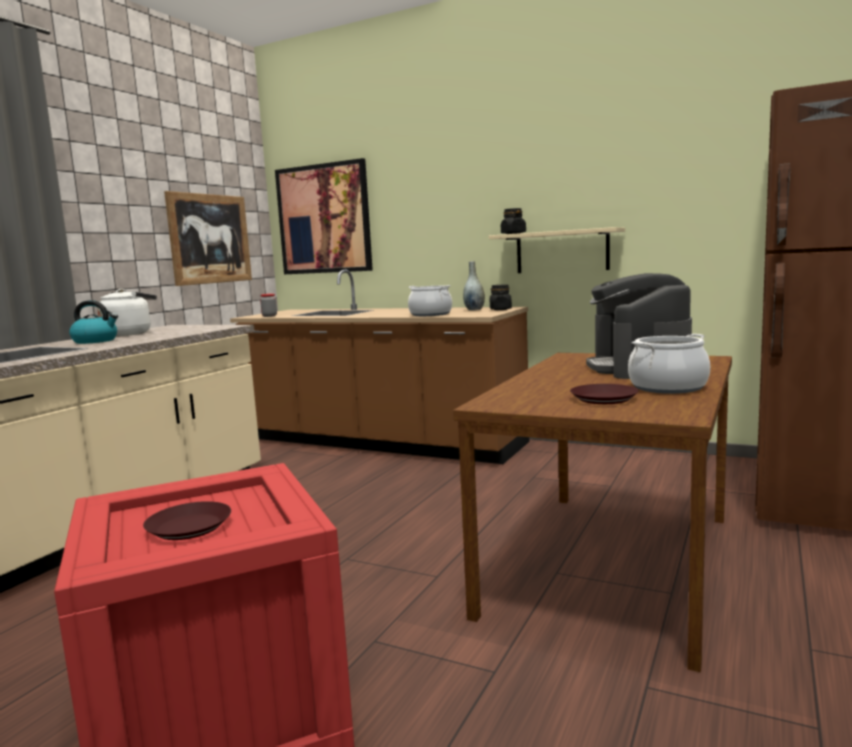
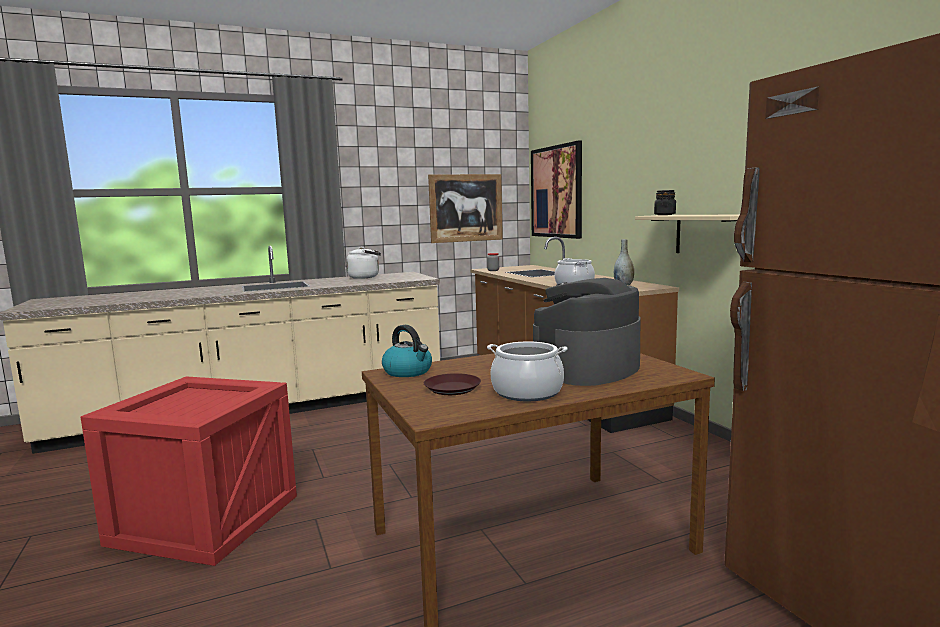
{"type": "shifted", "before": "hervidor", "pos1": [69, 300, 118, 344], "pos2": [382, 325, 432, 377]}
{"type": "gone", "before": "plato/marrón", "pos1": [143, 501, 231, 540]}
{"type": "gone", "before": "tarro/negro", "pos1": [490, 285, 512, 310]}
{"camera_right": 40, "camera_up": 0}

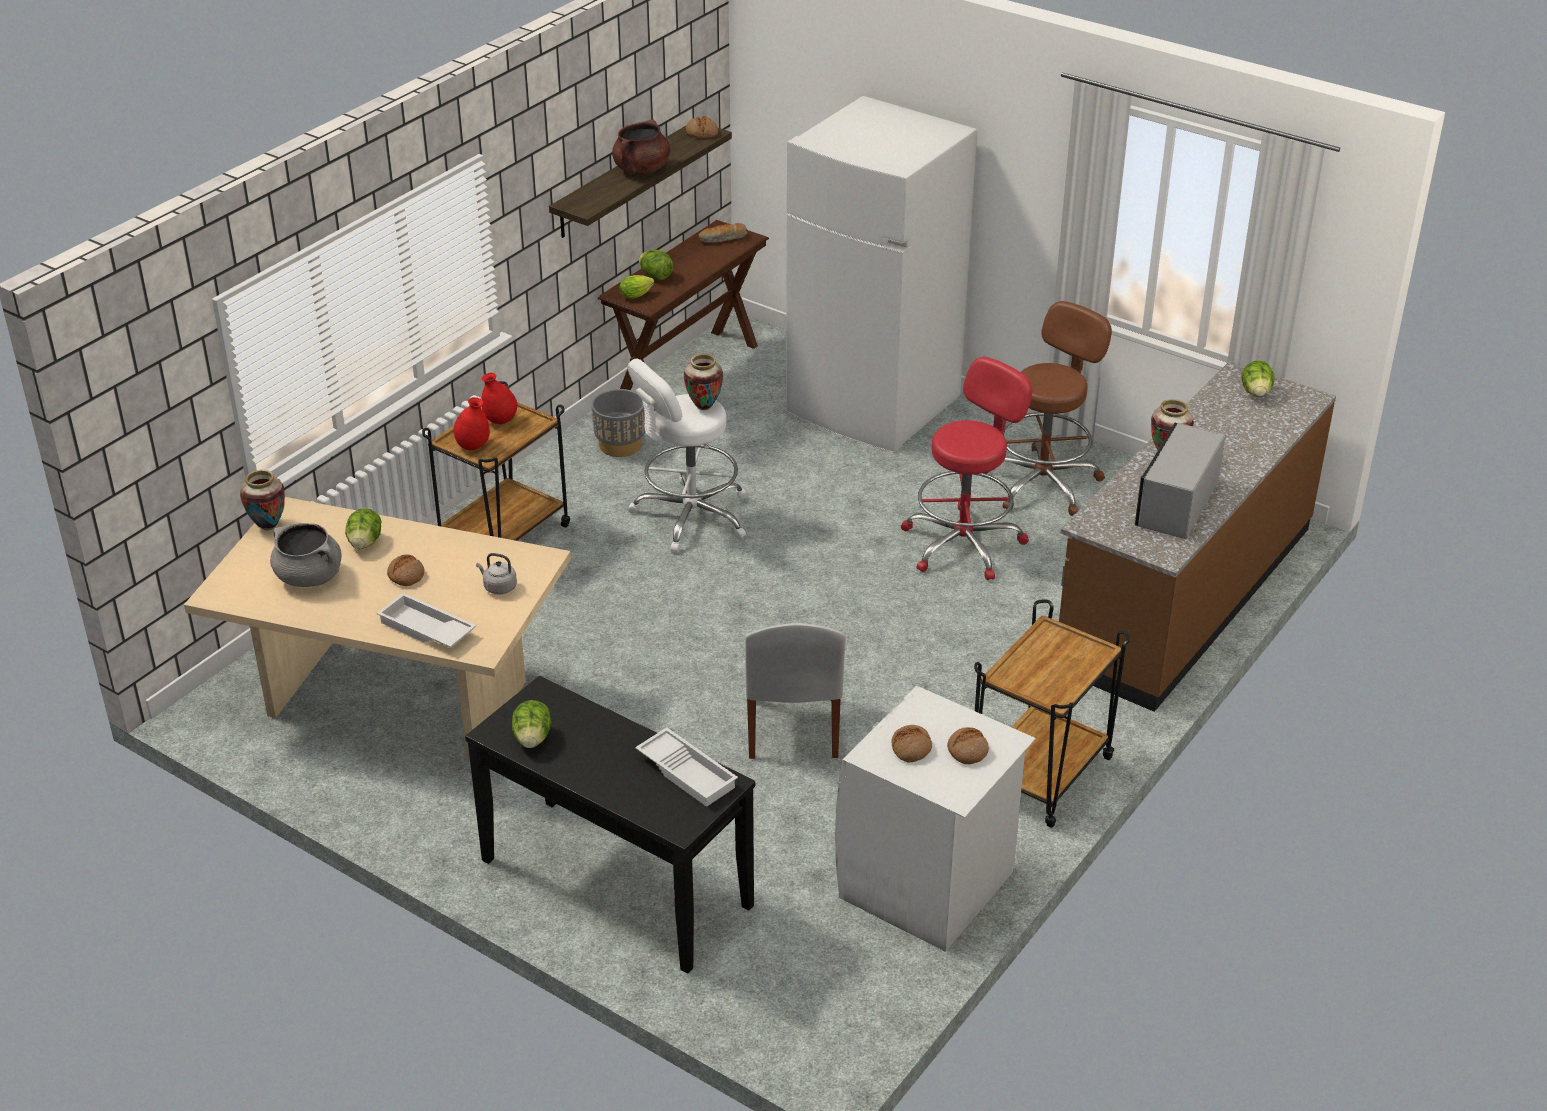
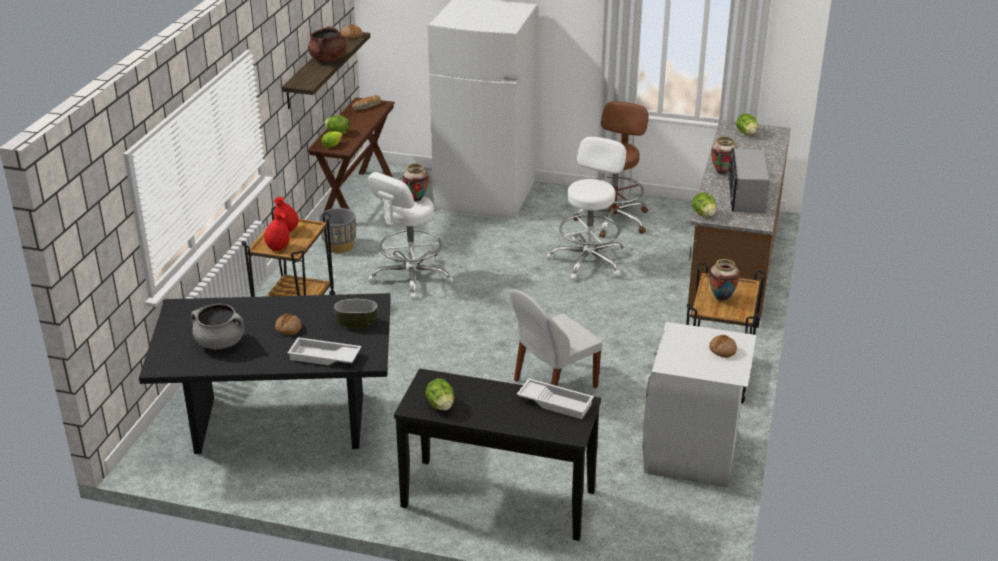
{"type": "repainted", "before": "mesa de comedor/beis", "after": "mesa de comedor/negro", "pos1": [184, 497, 571, 760], "pos2": [139, 293, 391, 454]}
{"type": "swapped", "before": "hervidor/gris", "after": "cuenco", "pos1": [476, 553, 517, 595], "pos2": [334, 299, 378, 329]}
{"type": "rotated", "before": "silla/blanco", "pos1": [745, 623, 846, 759], "pos2": [509, 289, 602, 388], "turn": 75}
{"type": "repainted", "before": "taburete/rojo", "after": "taburete/blanco", "pos1": [901, 357, 1033, 580], "pos2": [546, 137, 627, 281]}
{"type": "shifted", "before": "lechuga", "pos1": [345, 508, 381, 549], "pos2": [692, 192, 716, 217]}
{"type": "shifted", "before": "florero", "pos1": [240, 470, 285, 530], "pos2": [709, 259, 740, 302]}
{"type": "gone", "before": "pan", "pos1": [891, 725, 932, 762]}
{"camera_right": -20, "camera_up": -5}

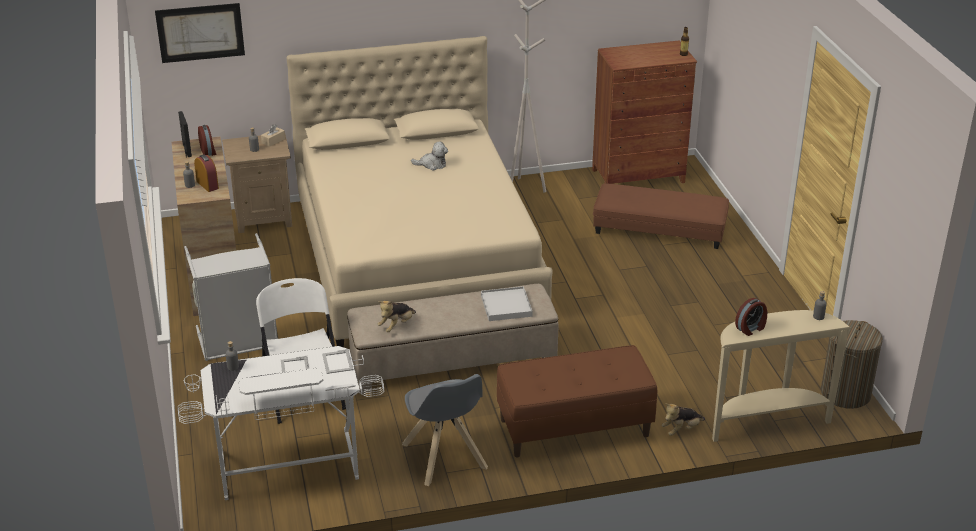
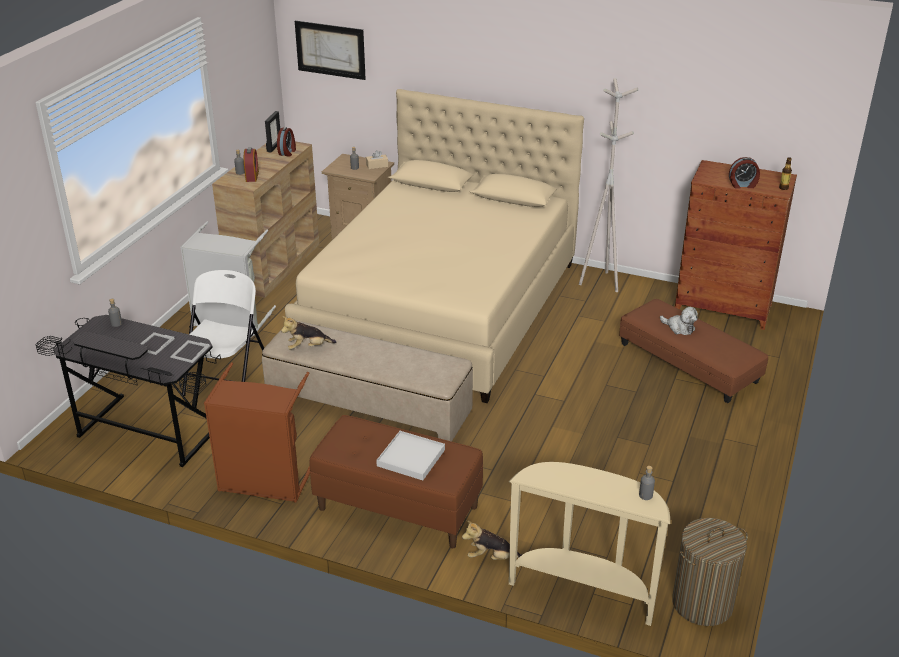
{"type": "repainted", "before": "escritorio/blanco", "after": "escritorio/negro", "pos1": [178, 346, 384, 500], "pos2": [36, 315, 221, 467]}
{"type": "swapped", "before": "silla/gris", "after": "cesto de la ropa/marrón", "pos1": [402, 374, 488, 486], "pos2": [204, 362, 310, 503]}
{"type": "shifted", "before": "bandeja/blanco", "pos1": [481, 286, 533, 321], "pos2": [376, 431, 445, 480]}
{"type": "shifted", "before": "peluche", "pos1": [411, 141, 448, 170], "pos2": [660, 307, 698, 335]}
{"type": "shifted", "before": "despertador", "pos1": [735, 298, 767, 336], "pos2": [729, 157, 760, 188]}
{"camera_right": 35, "camera_up": 0}

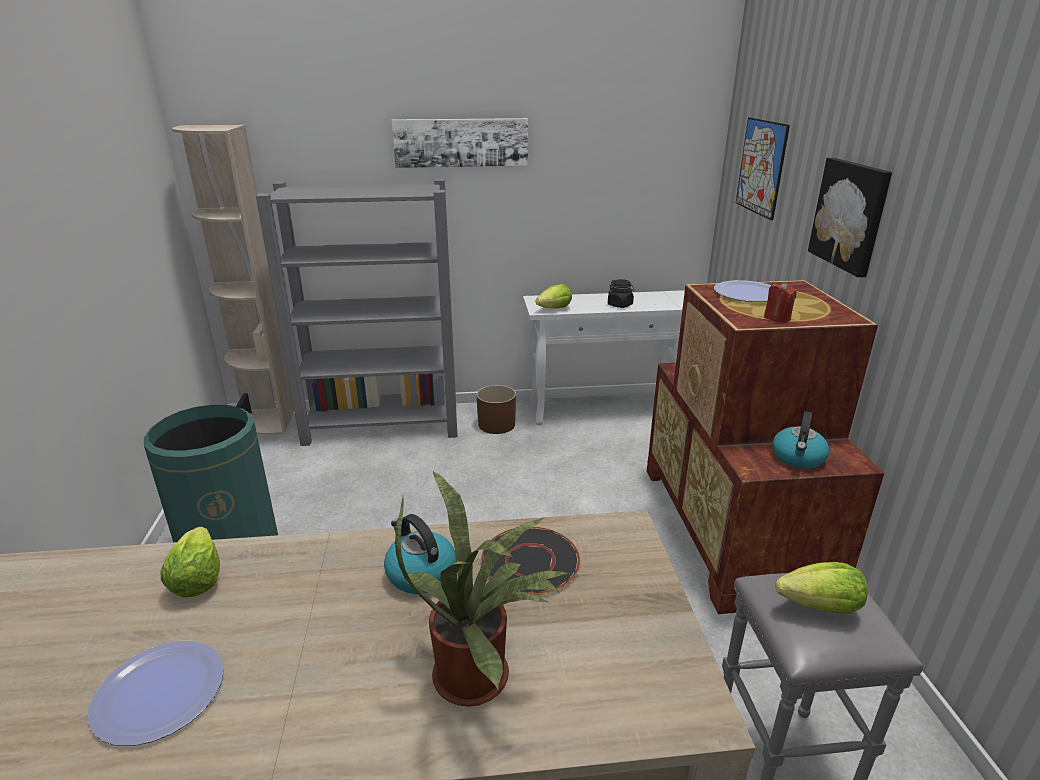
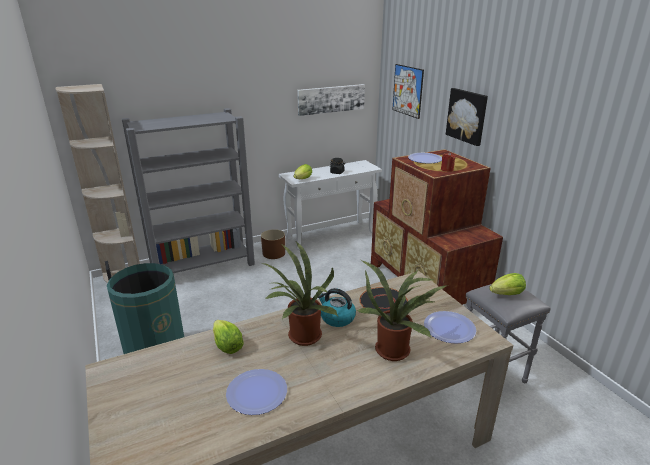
{"type": "new", "after": "planta en maceta", "pos2": [261, 241, 338, 346]}
{"type": "shifted", "before": "cuadro", "pos1": [391, 118, 528, 168], "pos2": [297, 84, 365, 116]}
{"type": "new", "after": "plato", "pos2": [424, 311, 476, 344]}
{"type": "gone", "before": "hervidor", "pos1": [773, 411, 829, 469]}
{"camera_right": -20, "camera_up": 0}

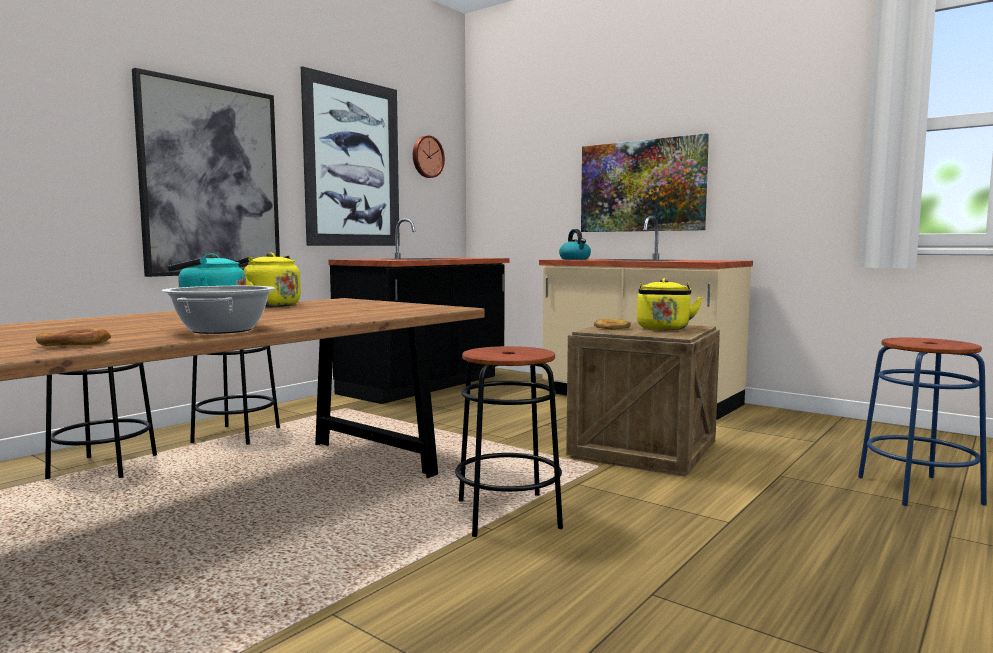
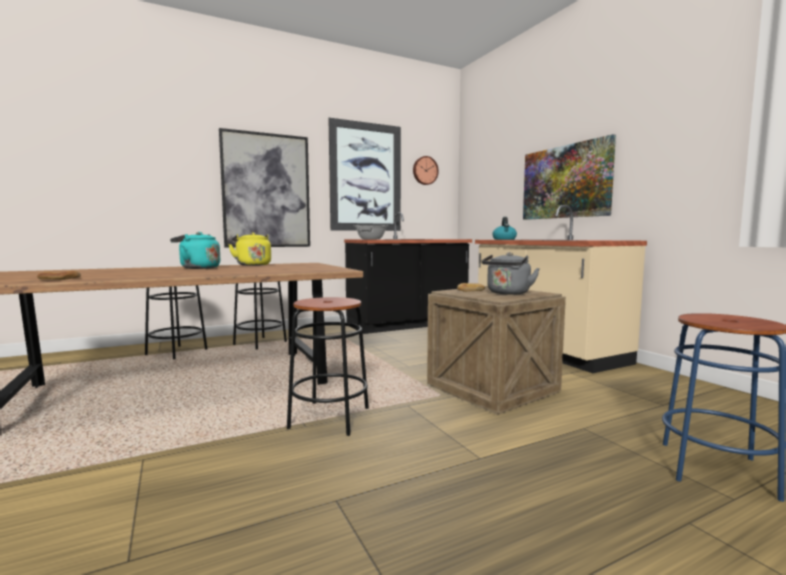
{"type": "shifted", "before": "olla", "pos1": [162, 286, 276, 334], "pos2": [354, 225, 388, 239]}
{"type": "repainted", "before": "hervidor/amarillo", "after": "hervidor/gris", "pos1": [637, 278, 702, 330], "pos2": [482, 252, 540, 295]}
{"camera_right": 25, "camera_up": 0}

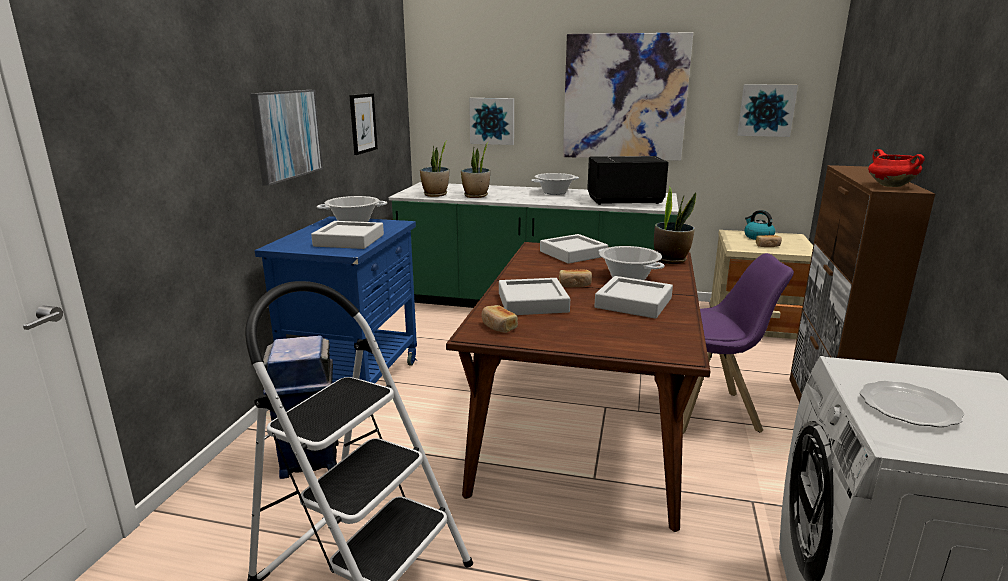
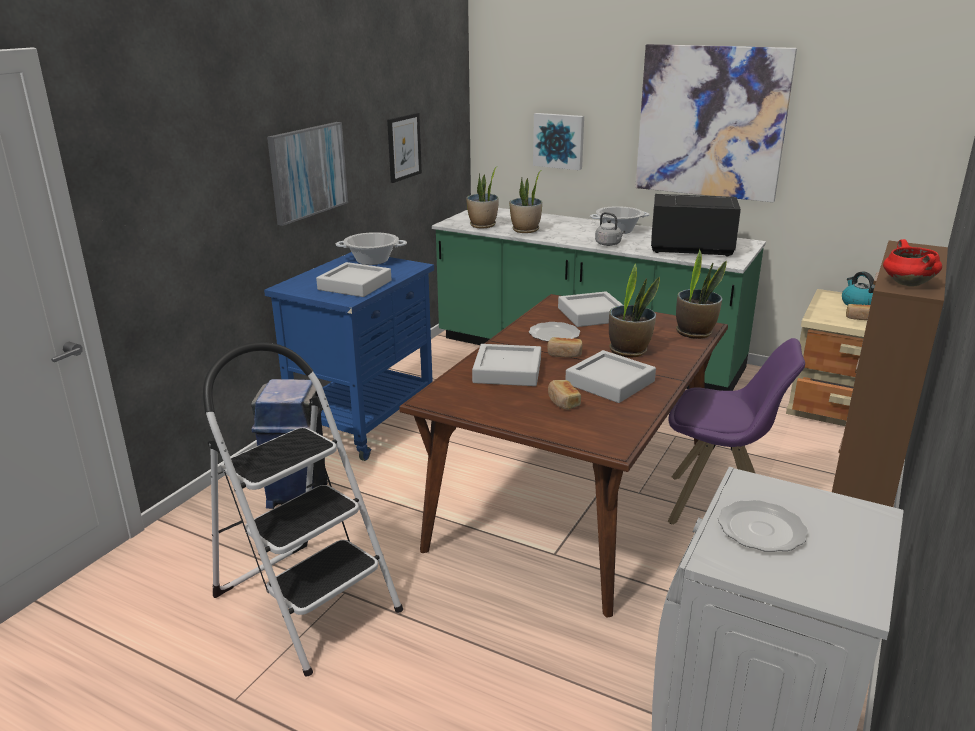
{"type": "new", "after": "plato", "pos2": [529, 322, 580, 341]}
{"type": "shifted", "before": "pan", "pos1": [481, 305, 518, 333], "pos2": [548, 380, 581, 410]}
{"type": "new", "after": "hervidor/gris", "pos2": [595, 212, 625, 246]}
{"type": "swapped", "before": "olla", "after": "planta en maceta", "pos1": [598, 246, 664, 280], "pos2": [609, 263, 660, 358]}
{"type": "gone", "before": "cuadro", "pos1": [737, 84, 798, 137]}
{"camera_right": 15, "camera_up": 5}

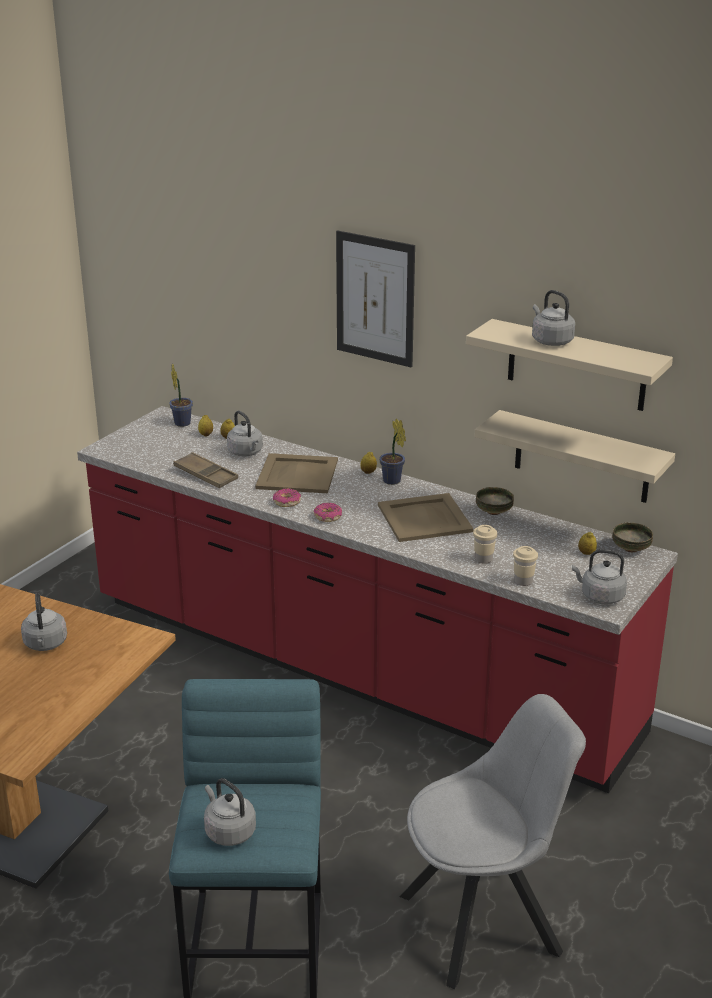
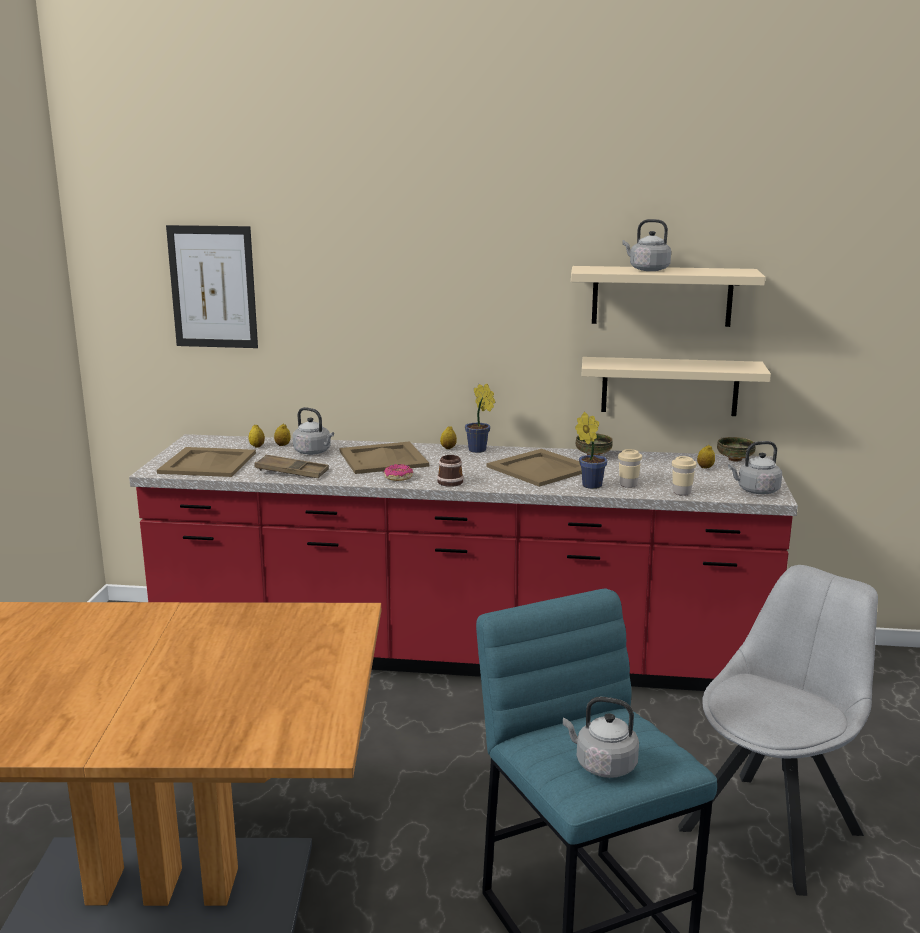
{"type": "new", "after": "bandeja/beis", "pos2": [157, 447, 256, 477]}
{"type": "shifted", "before": "cuadro", "pos1": [336, 230, 415, 367], "pos2": [166, 225, 258, 348]}
{"type": "swapped", "before": "rosquilla", "after": "taza grande", "pos1": [314, 503, 342, 522], "pos2": [437, 455, 464, 487]}
{"type": "shifted", "before": "planta en maceta", "pos1": [169, 364, 193, 427], "pos2": [575, 412, 608, 489]}
{"type": "gone", "before": "hervidor/gris", "pos1": [21, 593, 67, 651]}
{"camera_right": -25, "camera_up": -10}

